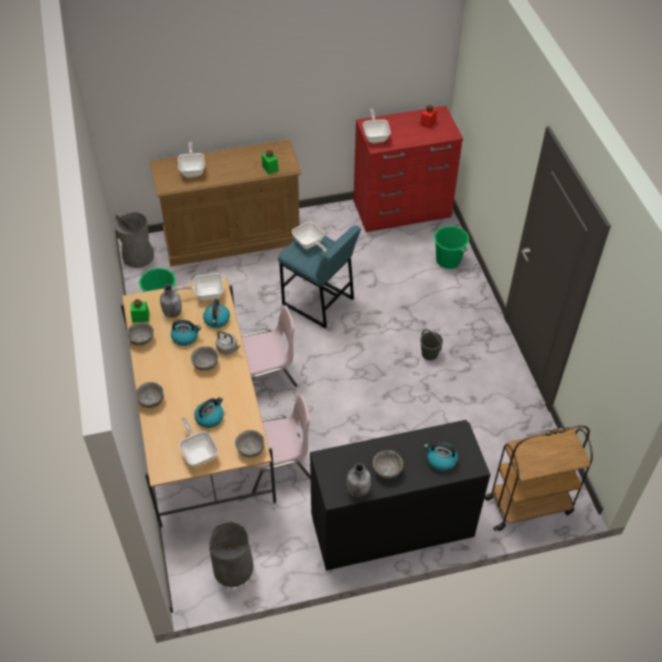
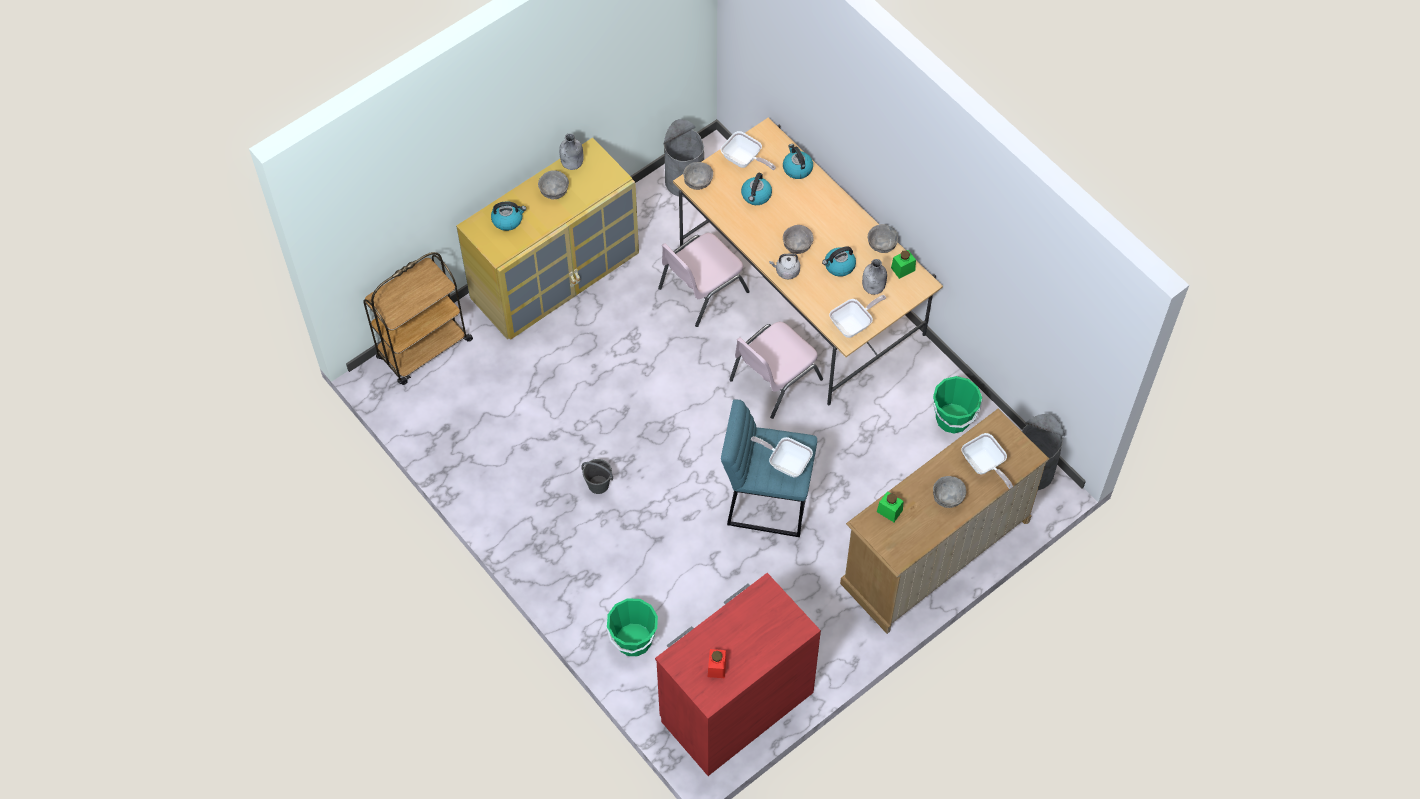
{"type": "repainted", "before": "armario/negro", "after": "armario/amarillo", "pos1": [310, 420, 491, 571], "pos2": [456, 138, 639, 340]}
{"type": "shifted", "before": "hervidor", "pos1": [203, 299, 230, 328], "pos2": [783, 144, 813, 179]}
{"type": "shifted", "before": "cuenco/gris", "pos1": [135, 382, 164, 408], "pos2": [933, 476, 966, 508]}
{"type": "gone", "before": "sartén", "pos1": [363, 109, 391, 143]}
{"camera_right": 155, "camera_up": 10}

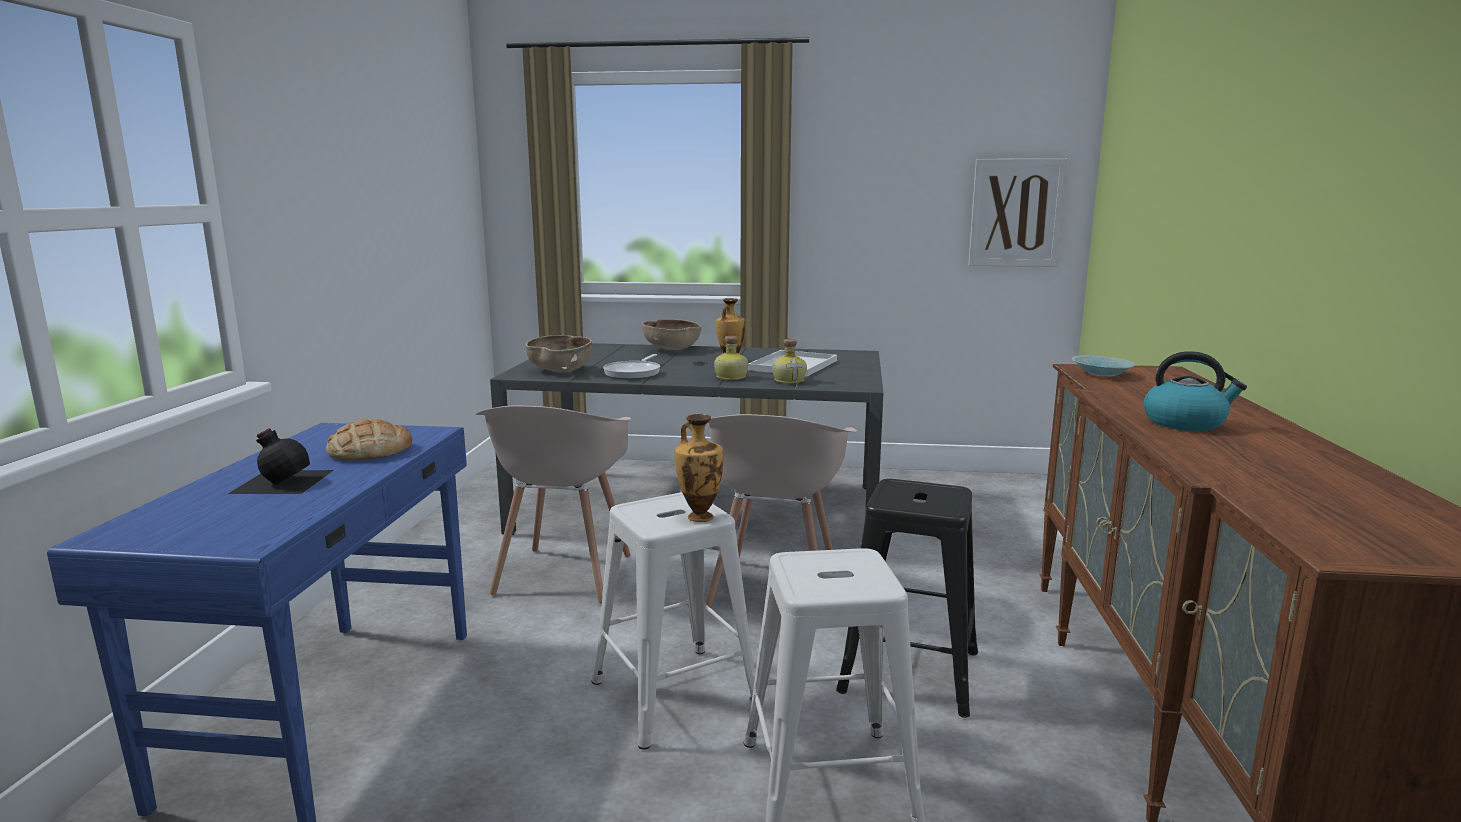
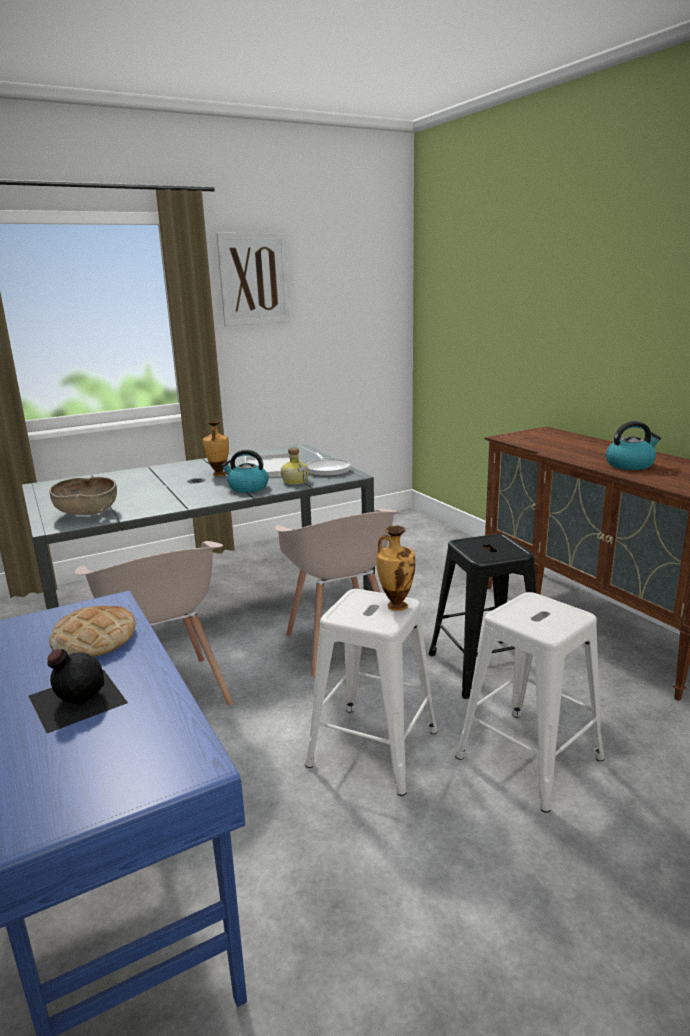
{"type": "shifted", "before": "cuadro", "pos1": [969, 159, 1067, 267], "pos2": [216, 233, 290, 326]}
{"type": "swapped", "before": "botella", "after": "hervidor", "pos1": [714, 336, 748, 380], "pos2": [221, 450, 269, 493]}
{"type": "shifted", "before": "sartén", "pos1": [603, 354, 660, 379], "pos2": [306, 453, 351, 476]}
{"type": "gone", "before": "cuenco/marrón", "pos1": [642, 319, 701, 350]}
{"type": "gone", "before": "cuenco/turquesa", "pos1": [1072, 356, 1135, 377]}
{"camera_right": -35, "camera_up": 5}

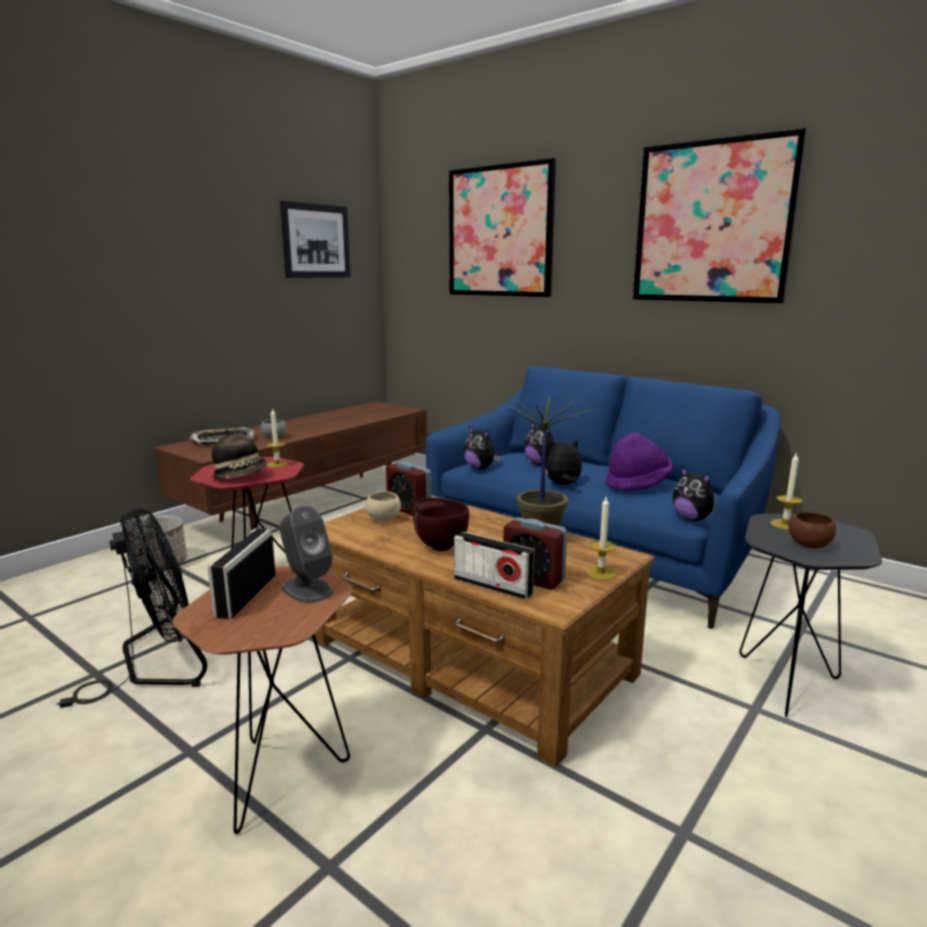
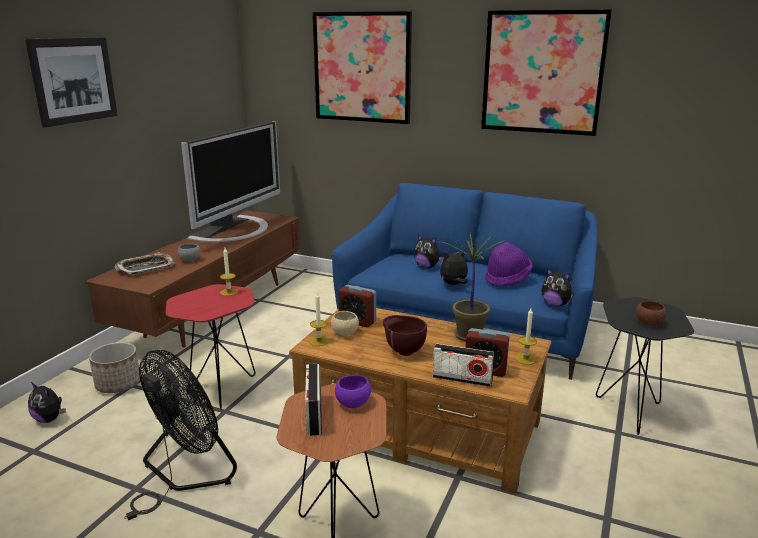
{"type": "shifted", "before": "cuadro", "pos1": [280, 201, 350, 278], "pos2": [25, 37, 118, 127]}
{"type": "shifted", "before": "peluche", "pos1": [464, 426, 500, 469], "pos2": [28, 382, 66, 423]}
{"type": "new", "after": "televisor", "pos2": [181, 121, 280, 242]}
{"type": "shifted", "before": "vela", "pos1": [770, 452, 803, 530], "pos2": [309, 293, 329, 346]}
{"type": "swapped", "before": "altavoz/gris", "after": "cuenco/morado", "pos1": [280, 506, 333, 603], "pos2": [335, 375, 371, 408]}
{"type": "gone", "before": "sombrero", "pos1": [212, 429, 267, 479]}
{"camera_right": -15, "camera_up": 5}

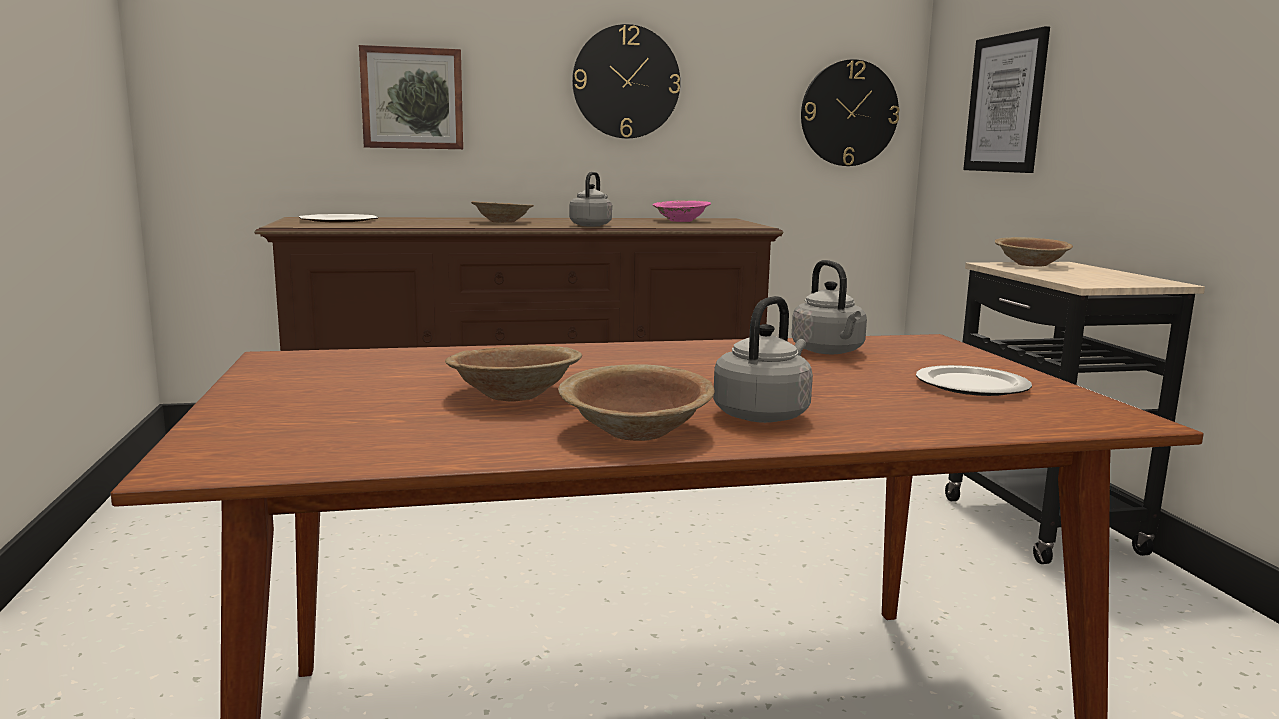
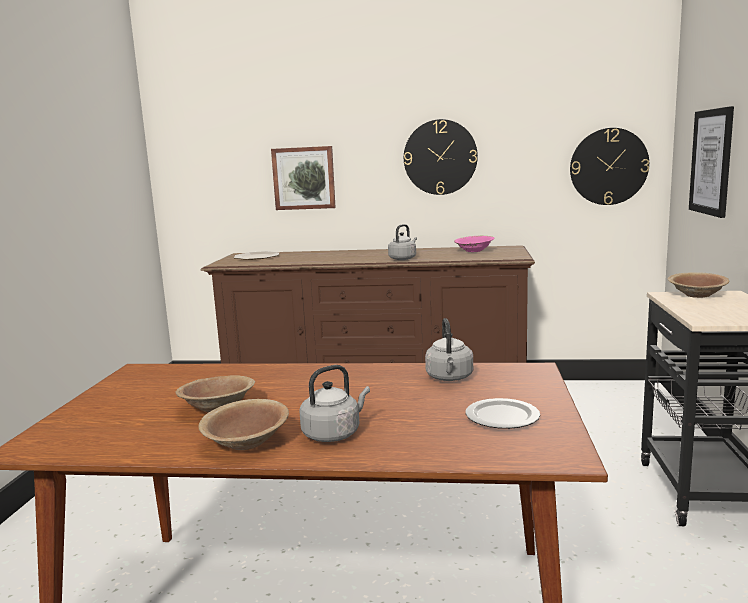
{"type": "gone", "before": "cuenco/marrón", "pos1": [471, 201, 534, 223]}
{"camera_right": 20, "camera_up": 0}

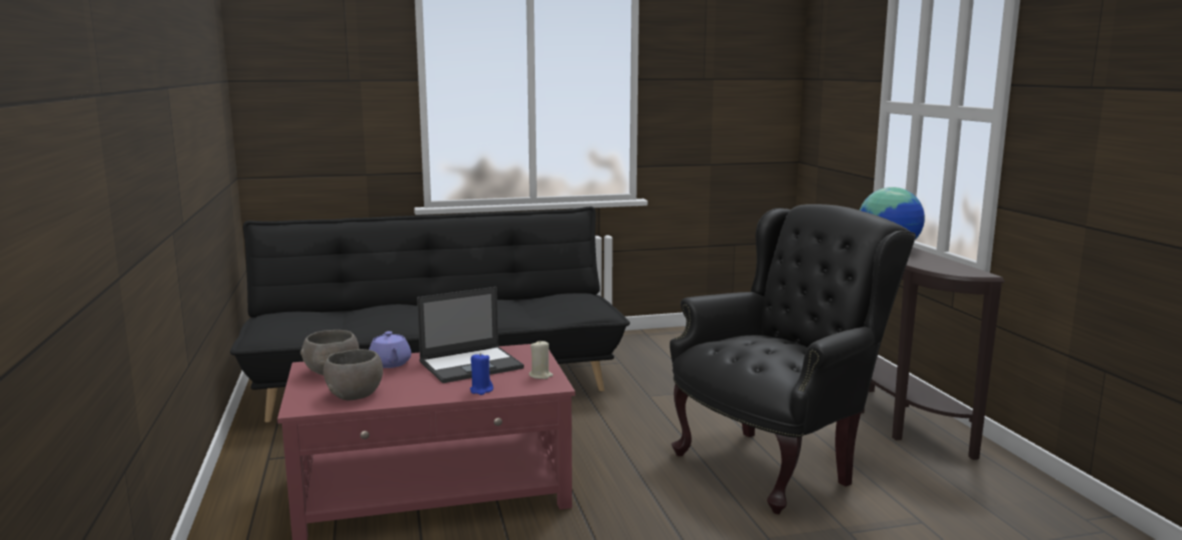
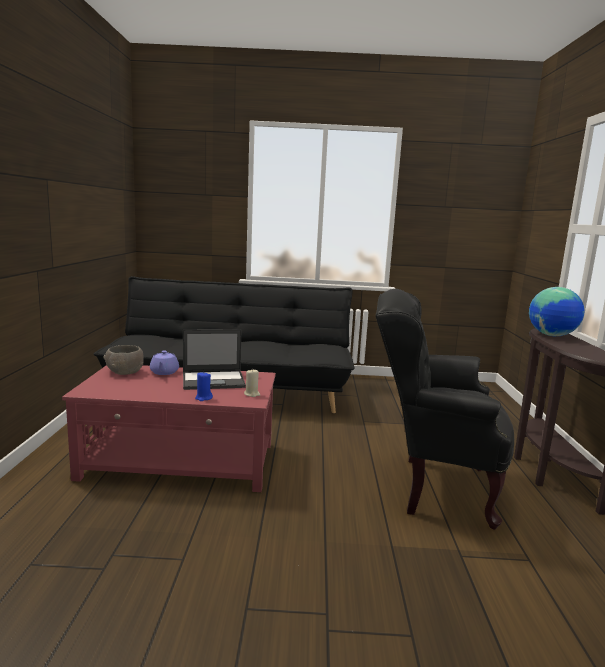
{"type": "rotated", "before": "sillón/negro", "pos1": [670, 204, 916, 514], "pos2": [376, 289, 514, 530], "turn": -150}
{"type": "gone", "before": "cuenco/gris", "pos1": [323, 349, 383, 400]}
{"camera_right": 15, "camera_up": 0}

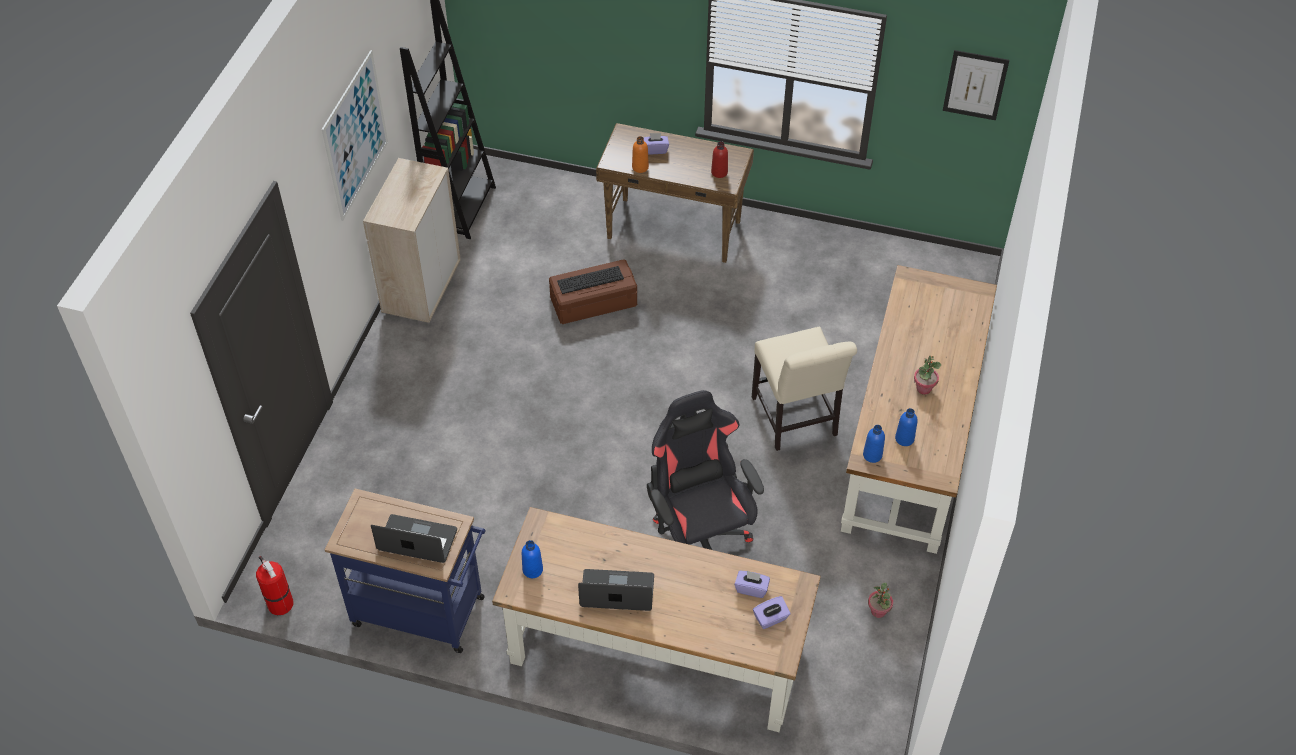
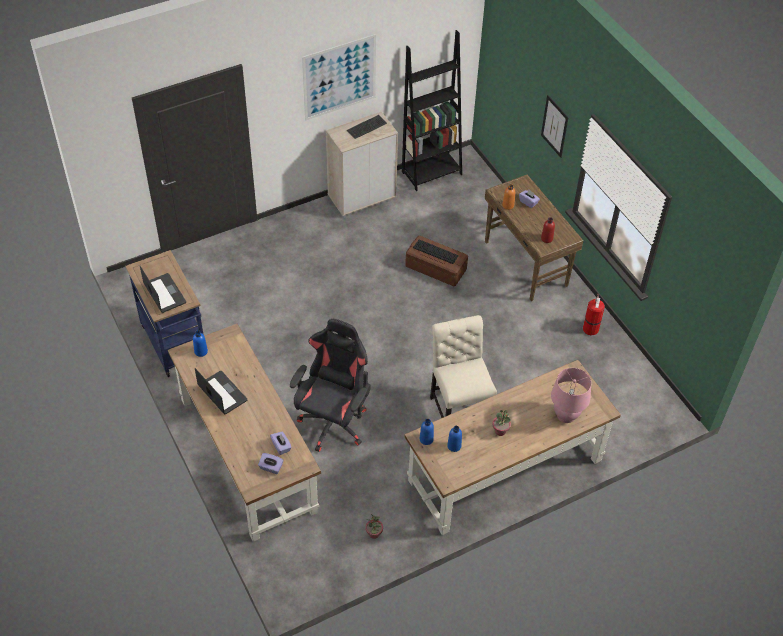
{"type": "new", "after": "teclado", "pos2": [346, 115, 387, 139]}
{"type": "rotated", "before": "silla/beis", "pos1": [752, 327, 857, 451], "pos2": [430, 315, 497, 418], "turn": 135}
{"type": "shifted", "before": "cuadro", "pos1": [943, 50, 1009, 120], "pos2": [541, 95, 569, 158]}
{"type": "new", "after": "lámpara de mesa/rosa", "pos2": [551, 368, 591, 423]}
{"type": "shifted", "before": "extintor", "pos1": [256, 556, 293, 615], "pos2": [583, 294, 605, 335]}
{"camera_right": 45, "camera_up": 0}

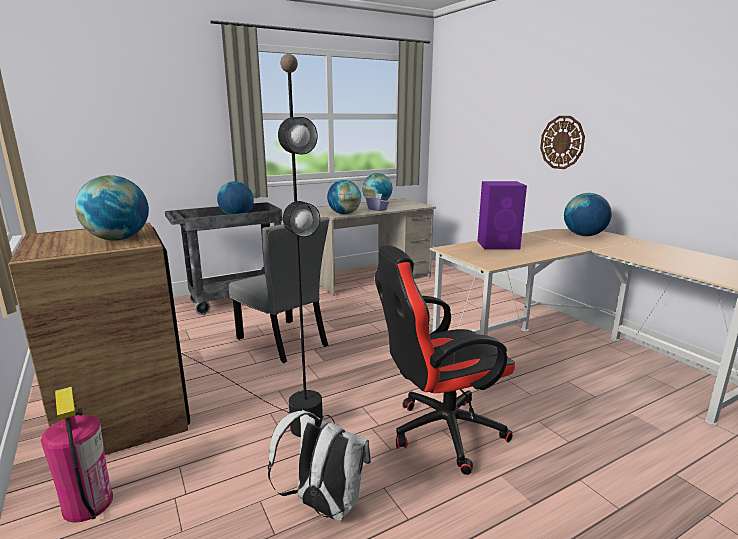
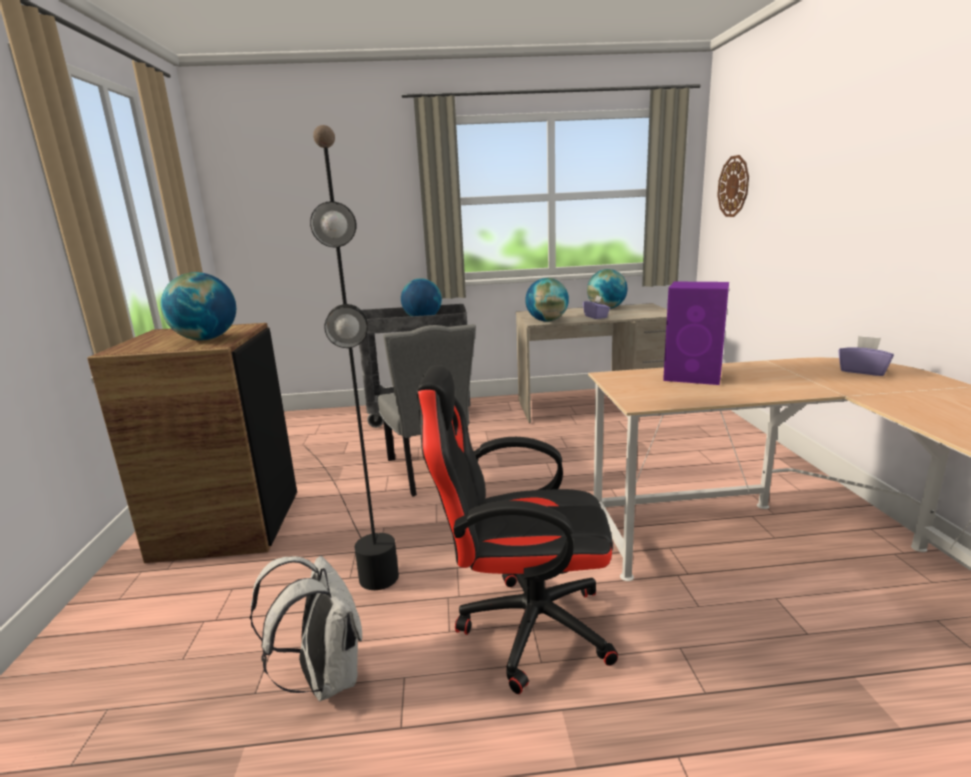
{"type": "shifted", "before": "reloj de pared", "pos1": [540, 116, 585, 169], "pos2": [717, 155, 749, 217]}
{"type": "swapped", "before": "globo terráqueo", "after": "caja de pañuelos/morado", "pos1": [564, 193, 612, 236], "pos2": [838, 336, 894, 376]}
{"type": "gone", "before": "extintor", "pos1": [41, 387, 113, 523]}
{"camera_right": 25, "camera_up": 0}

